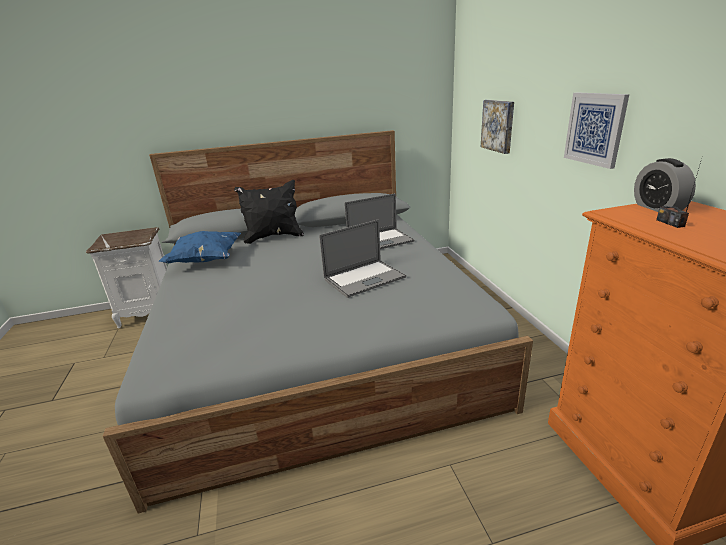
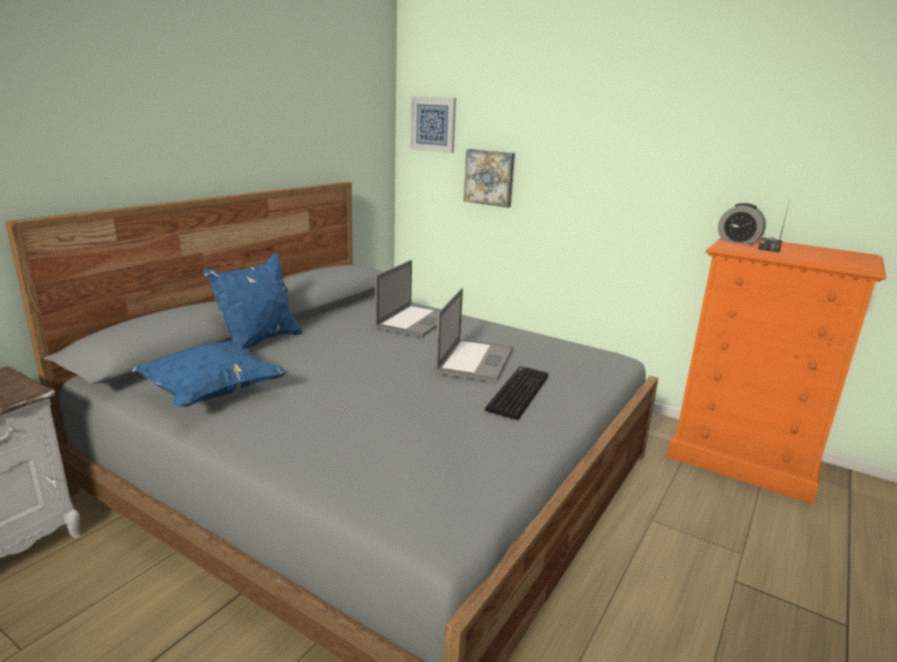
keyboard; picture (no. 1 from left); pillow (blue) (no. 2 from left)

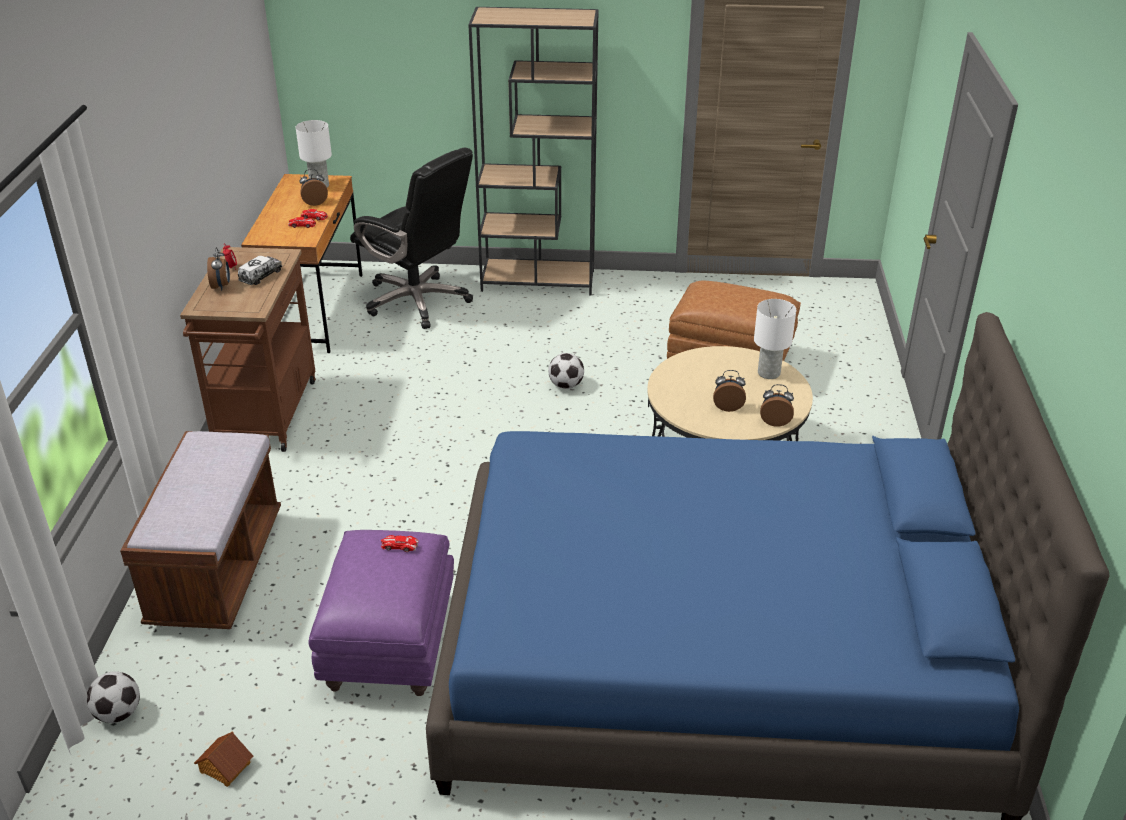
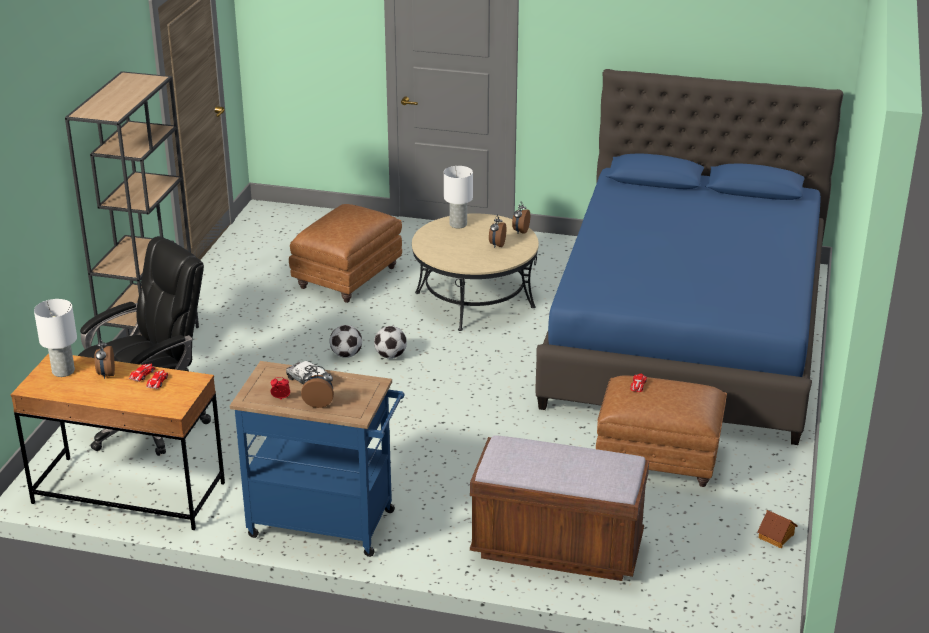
football (no. 2 from left); cart (blue); ottoman (brown) (no. 2 from left)

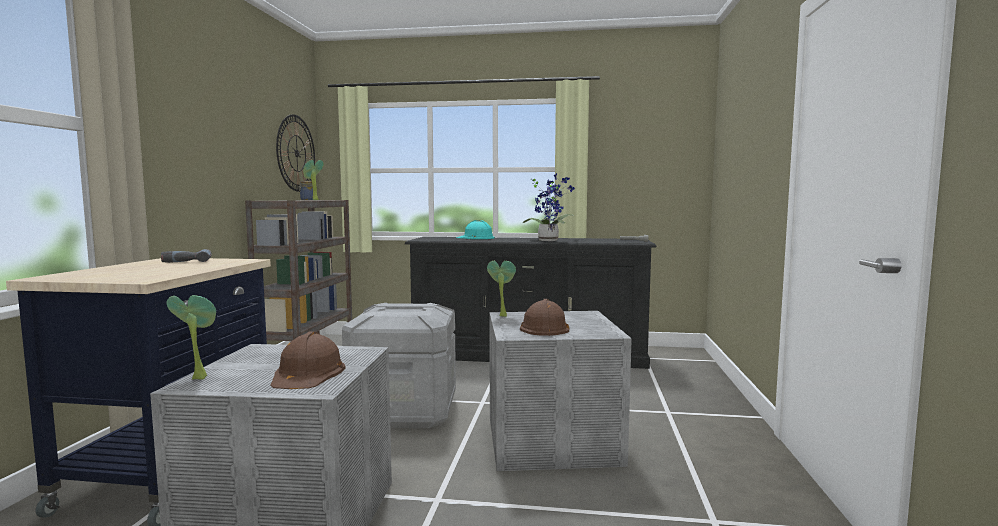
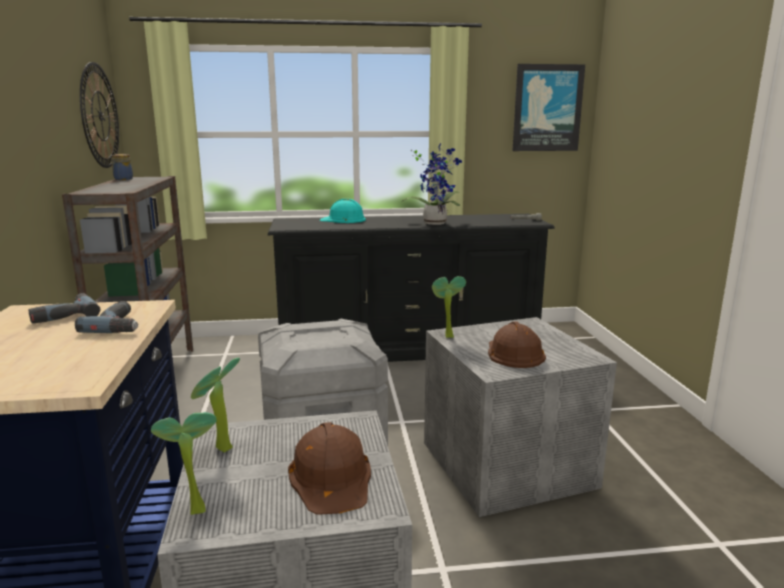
power drill (no. 2 from left); picture; potted plant (no. 2 from left)

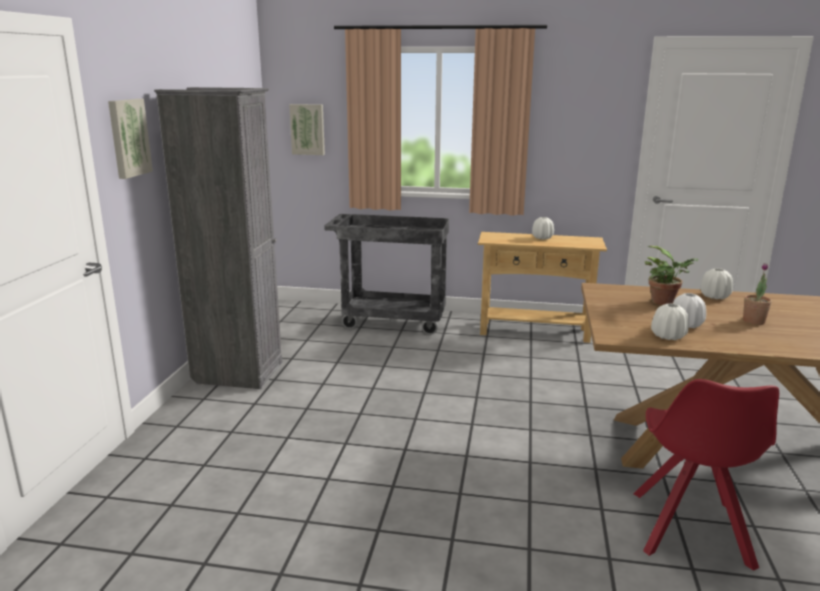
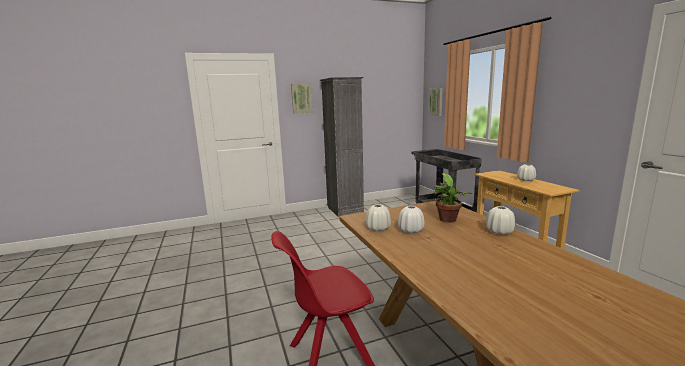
potted plant (no. 2 from left in the first image)

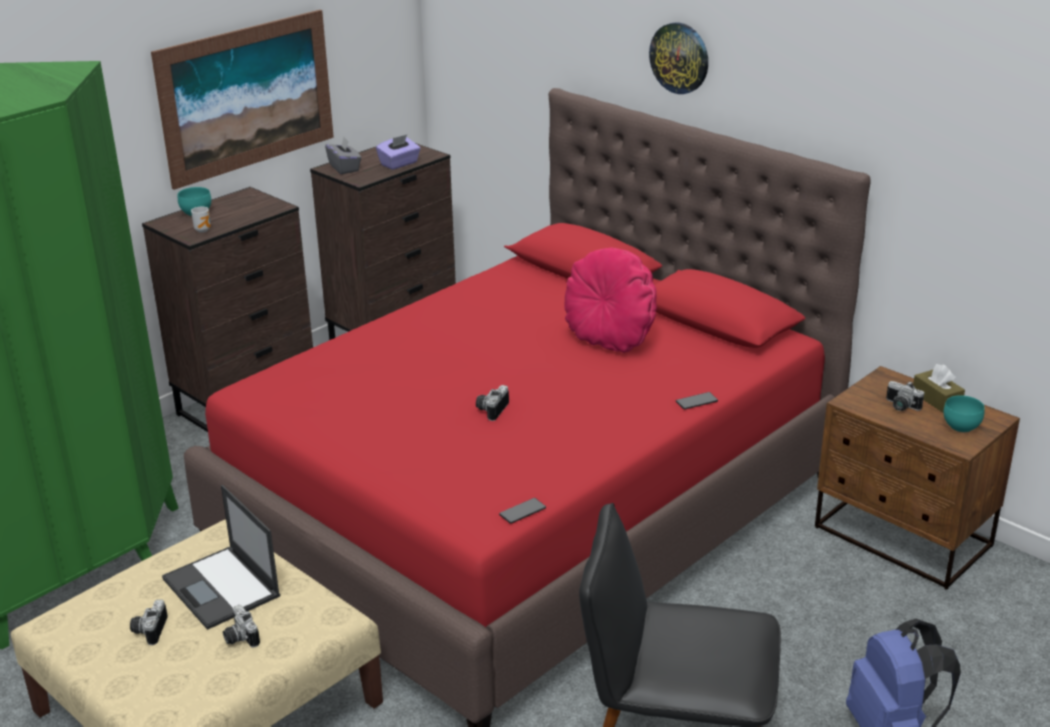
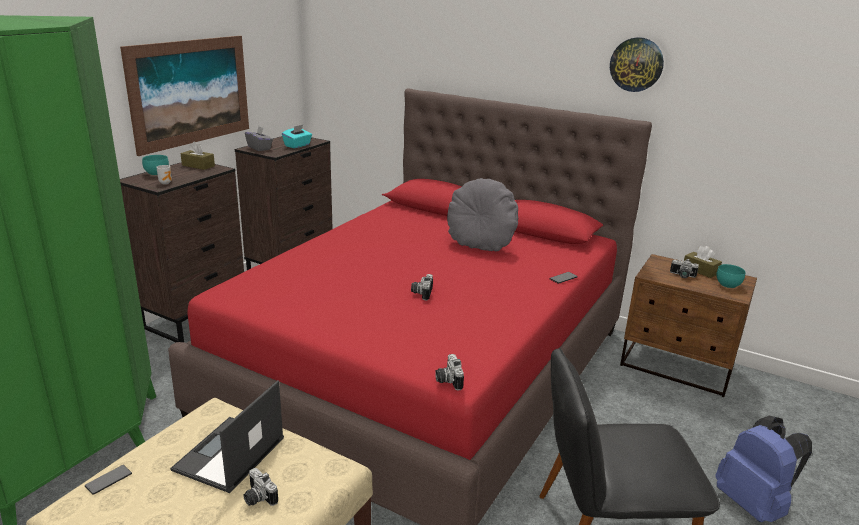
tissue box (brown) (no. 1 from left); photo camera (no. 3 from left); phone (no. 1 from left); wall clock; tissue box (turquoise); pillow (grey); laptop

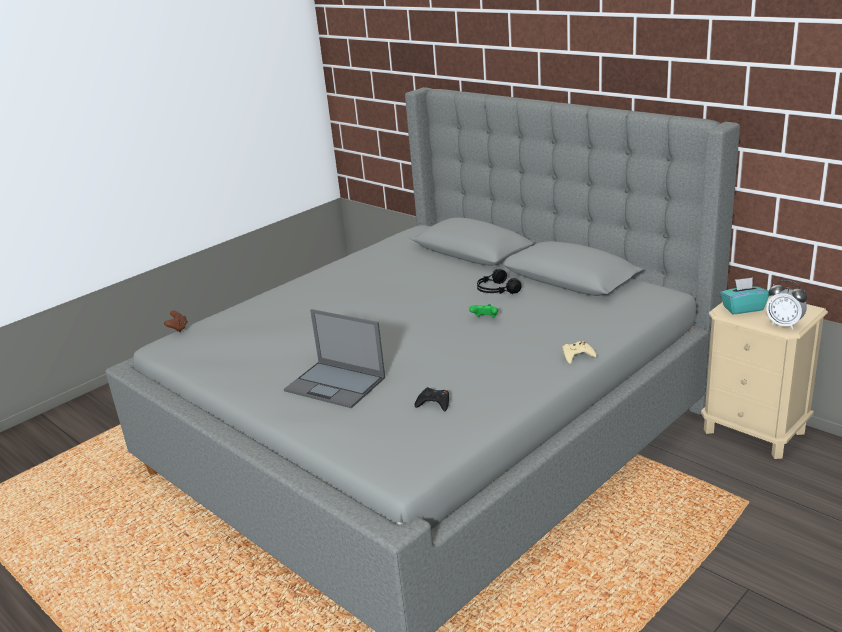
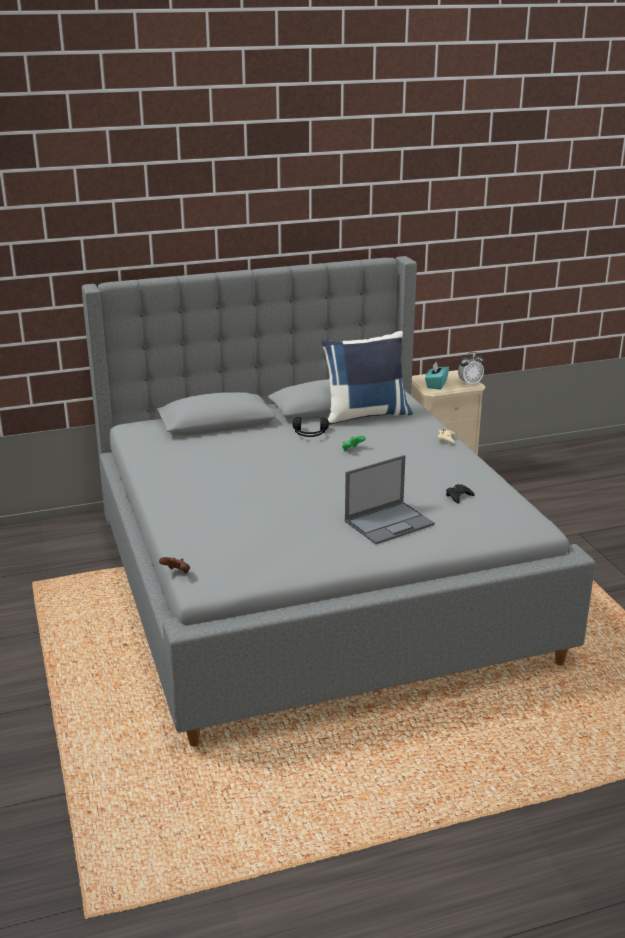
pillow (blue)

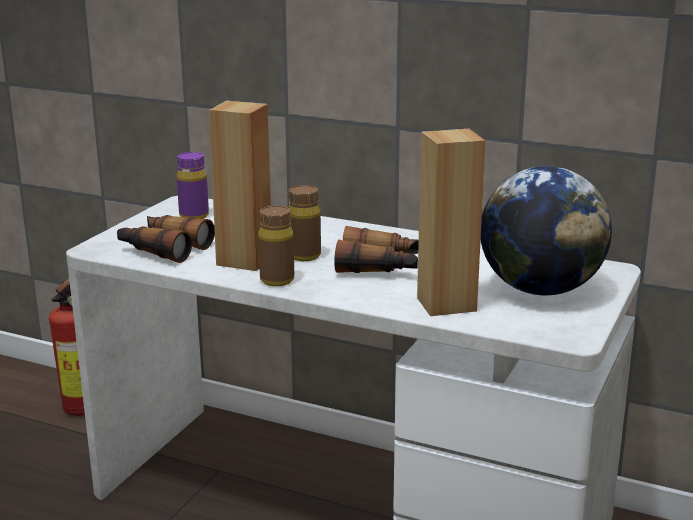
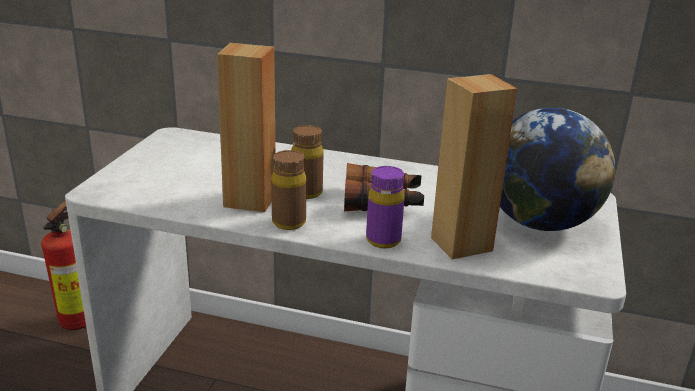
binoculars (no. 1 from left in the first image); bottle (purple)

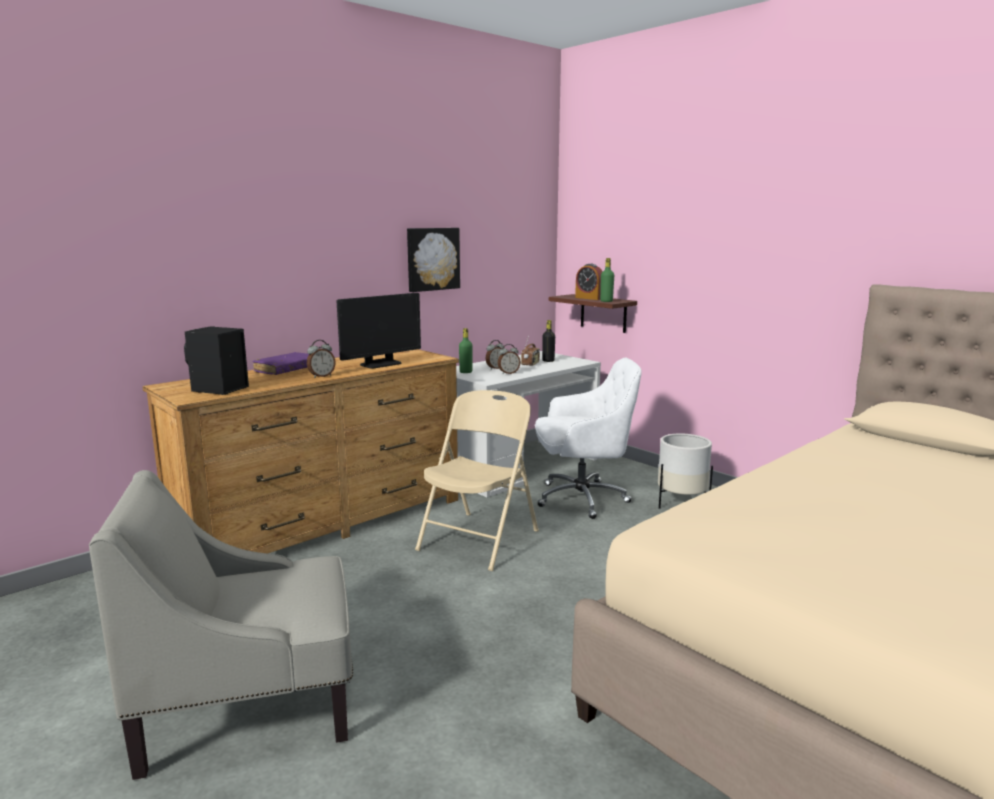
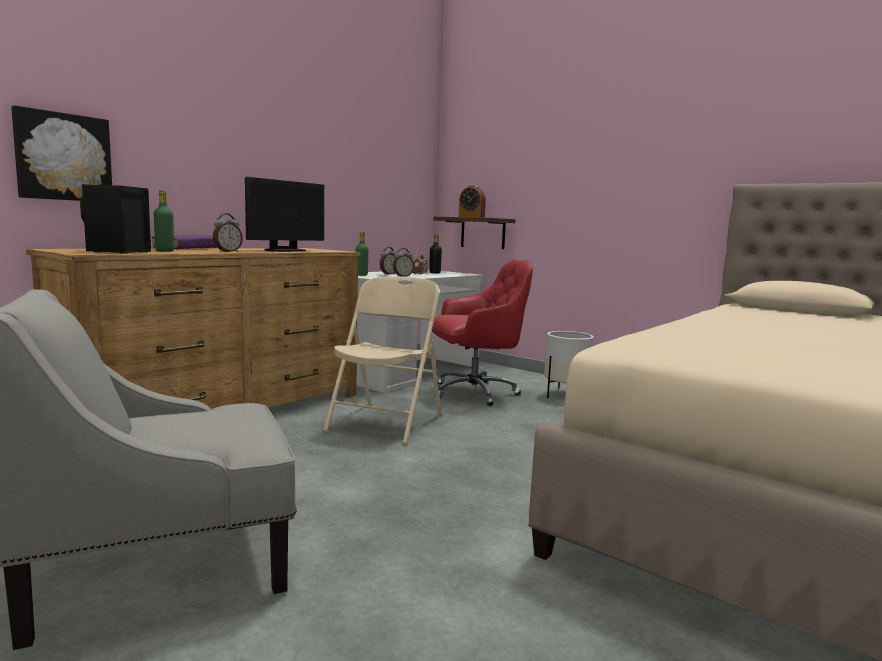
picture; bottle (green) (no. 1 from left); office chair (red)

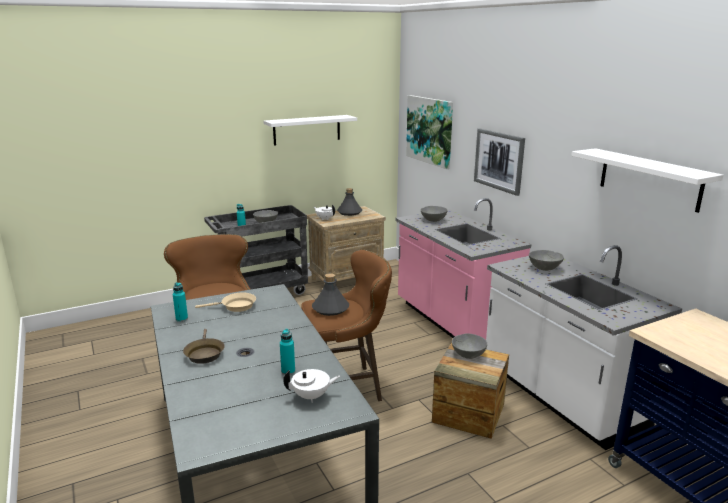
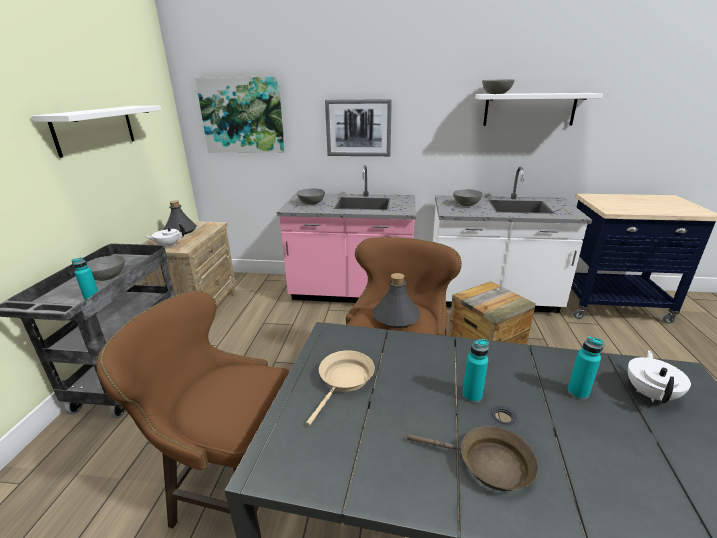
bottle (turquoise) (no. 2 from left); bowl (grey) (no. 4 from left)

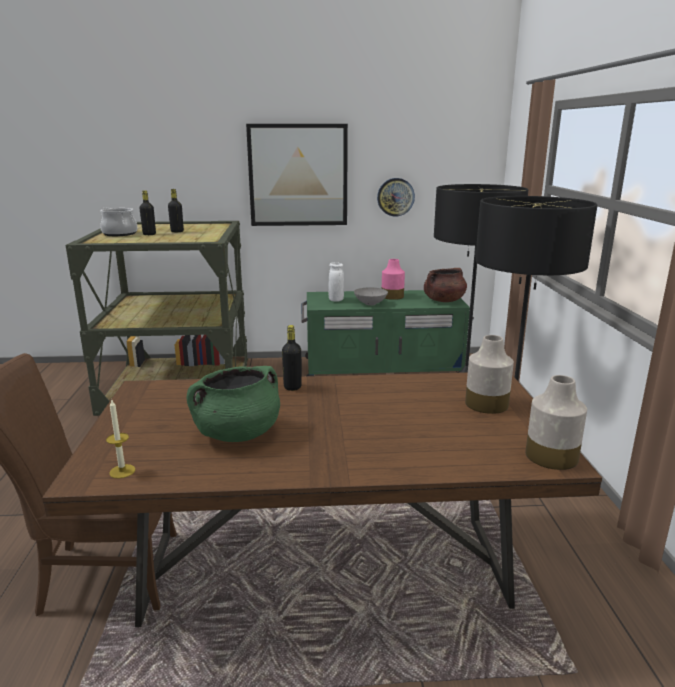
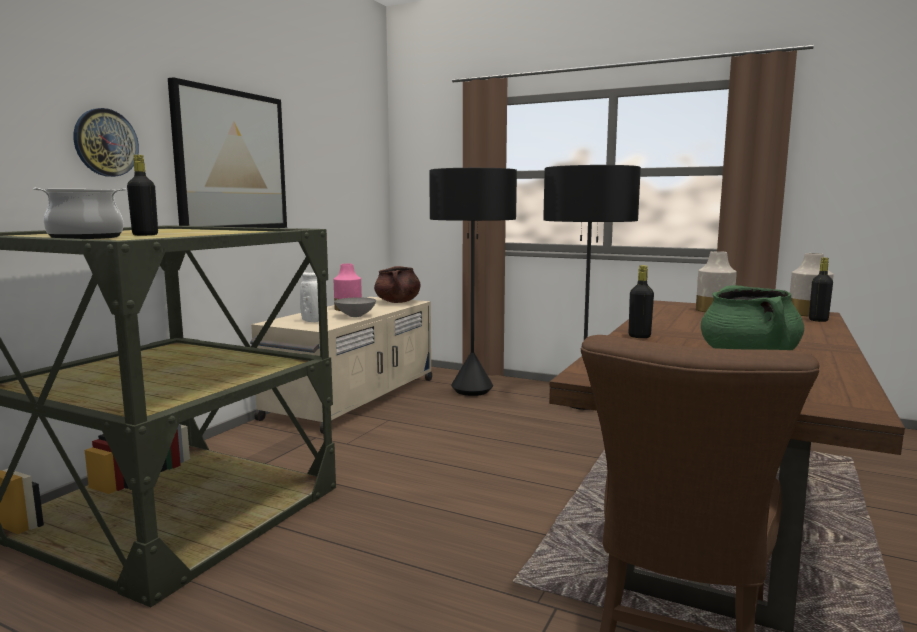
candle; bottle (black) (no. 3 from left); wall clock; cabinet (beige)

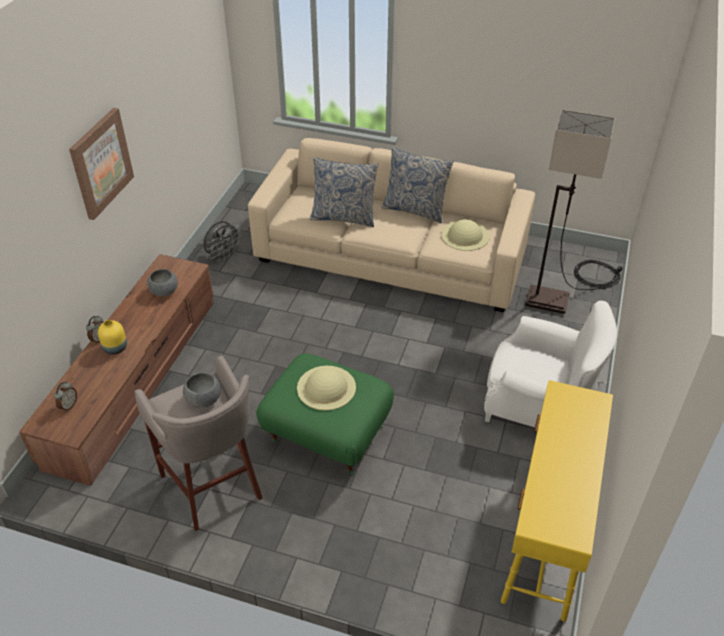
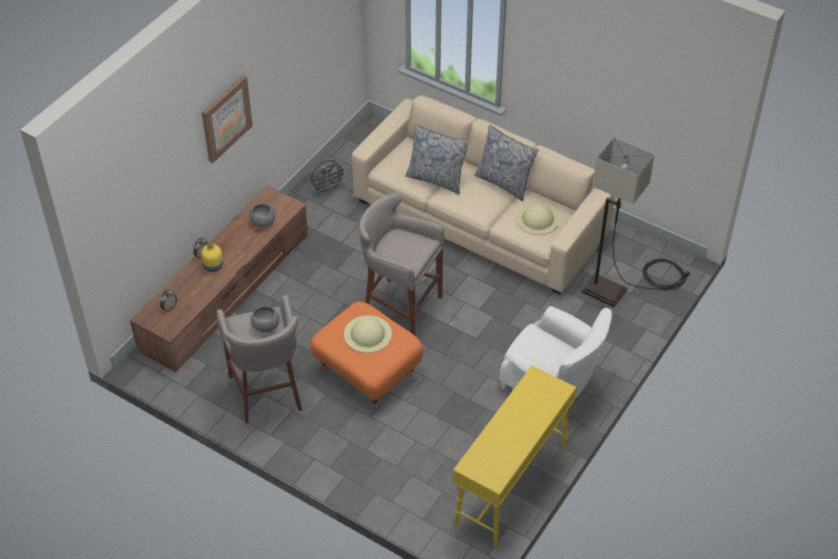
stool (grey) (no. 2 from left); ottoman (orange)

